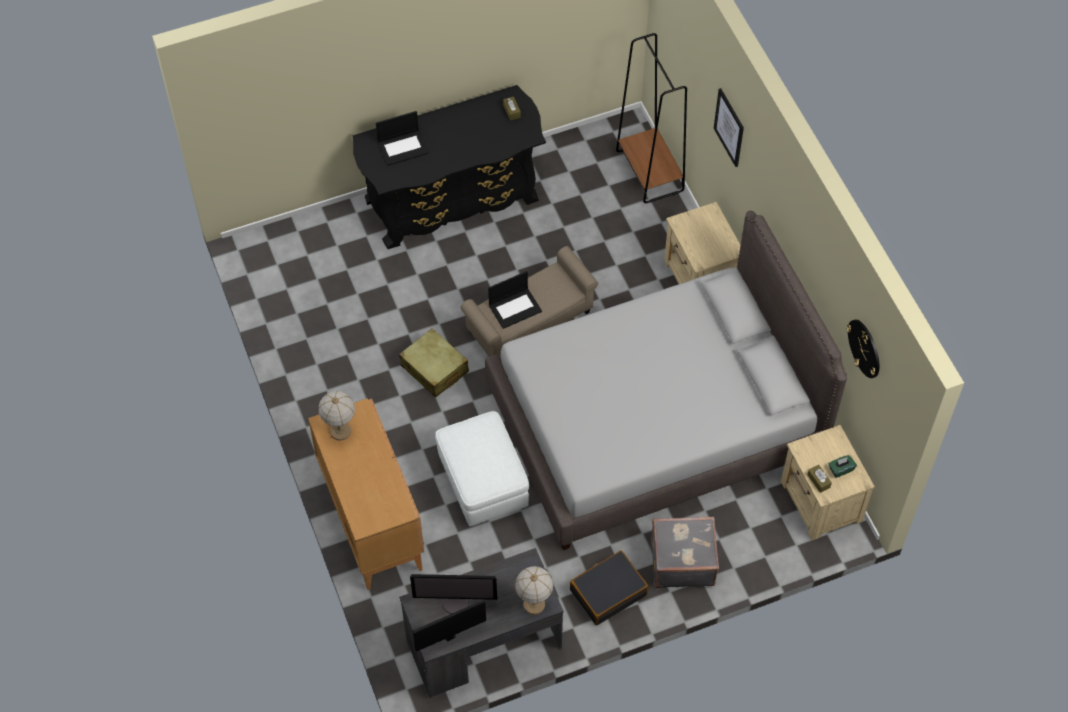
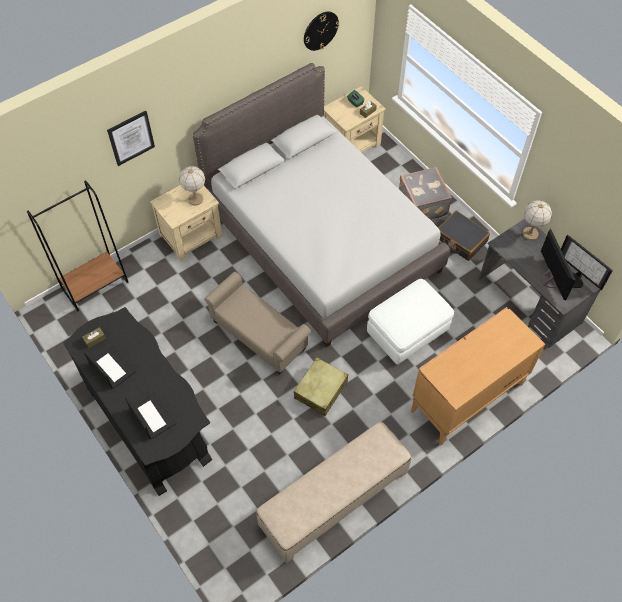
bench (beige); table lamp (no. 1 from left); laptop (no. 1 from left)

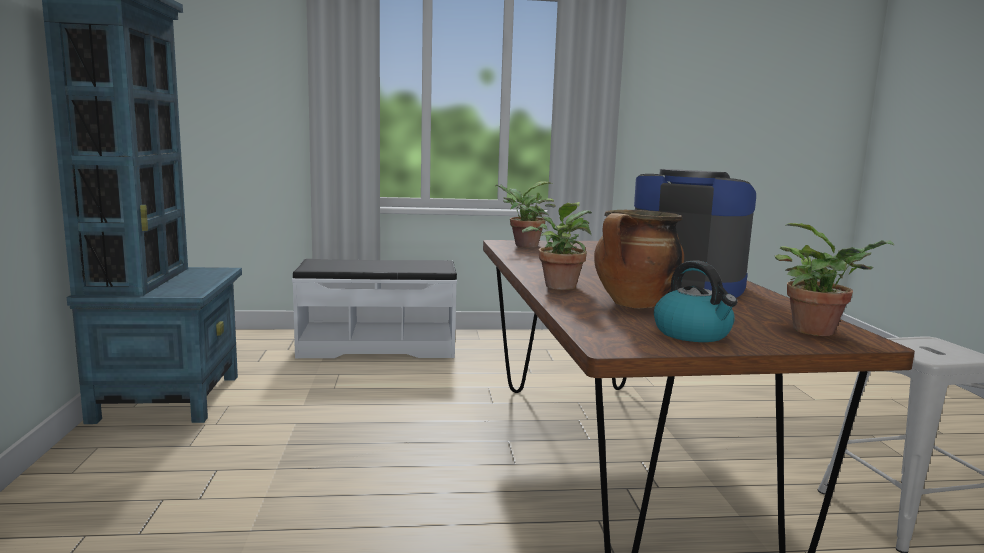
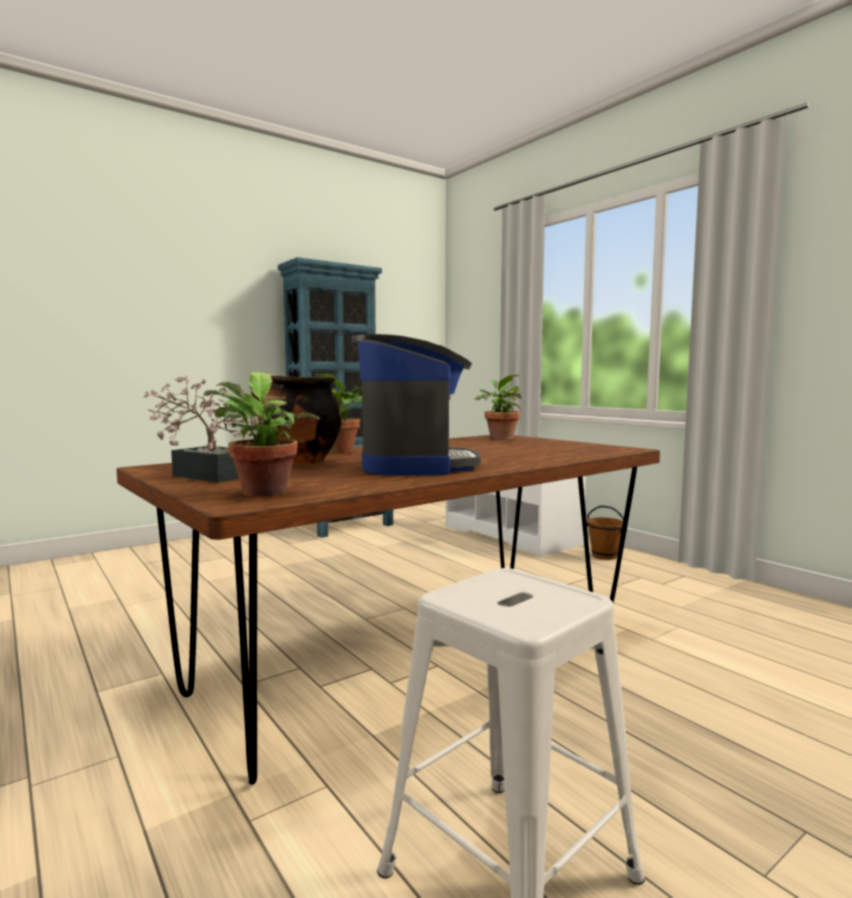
bucket (brown); potted plant (no. 1 from left)

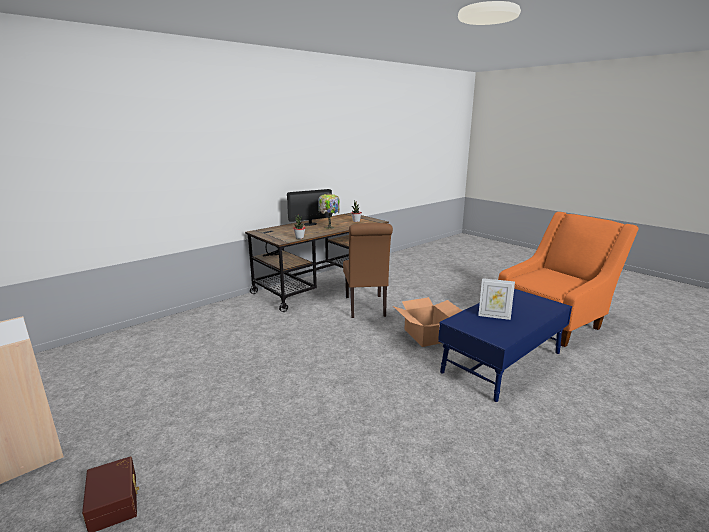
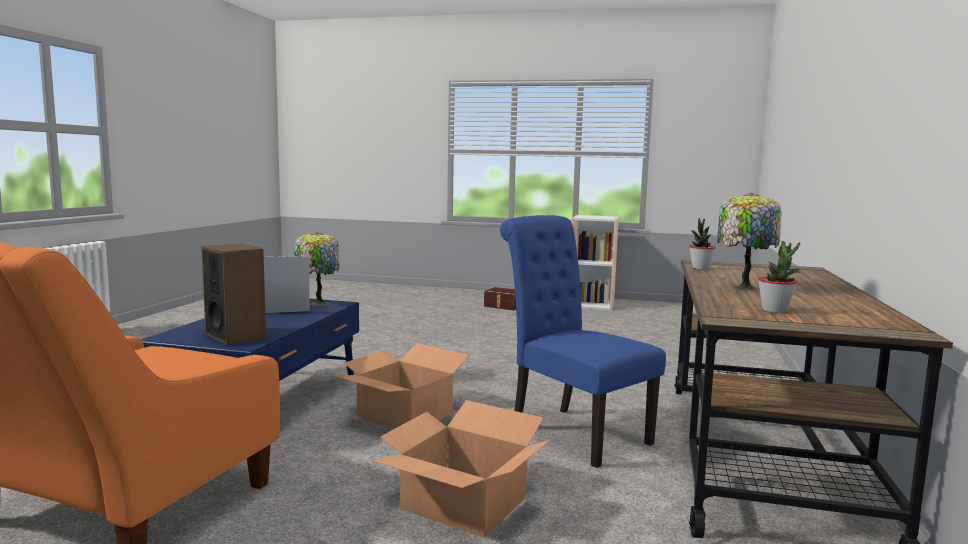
monitor; speaker; table lamp (no. 1 from left); cardboard box (no. 2 from left); chair (blue)

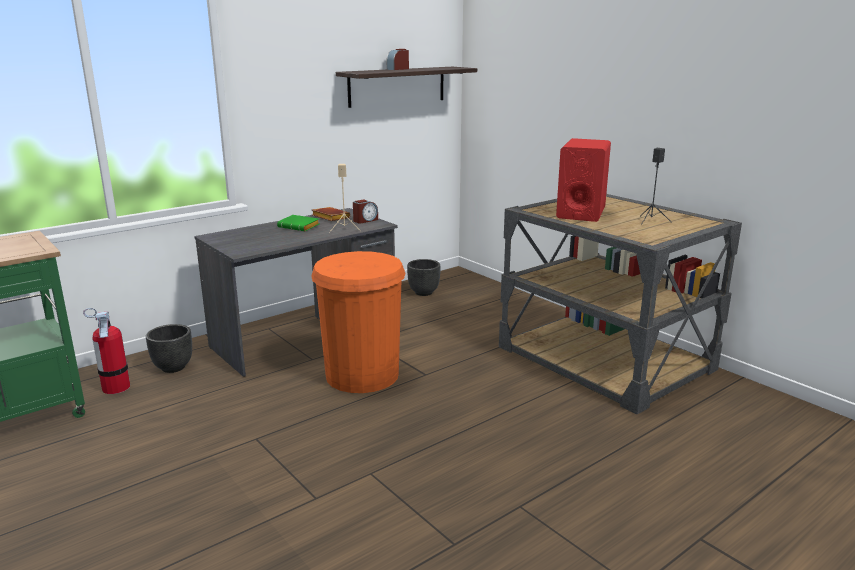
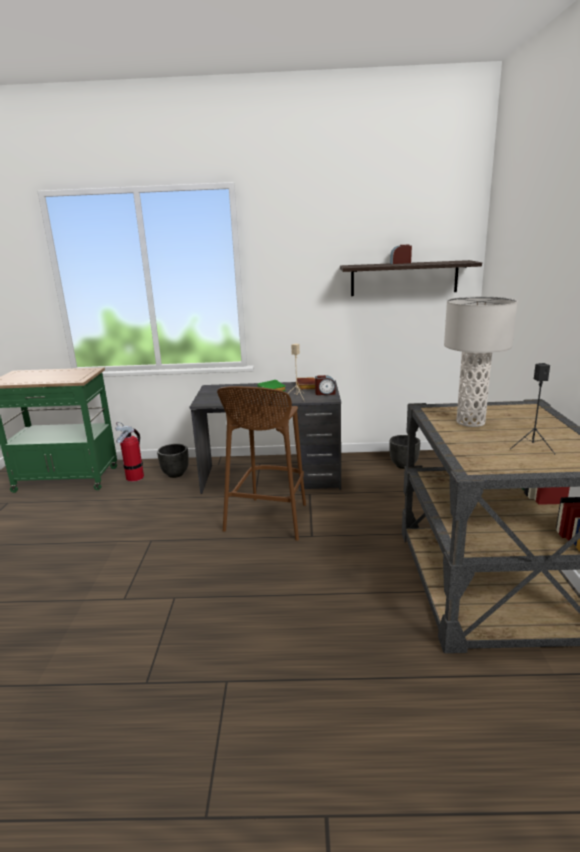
stool (brown); table lamp (white)

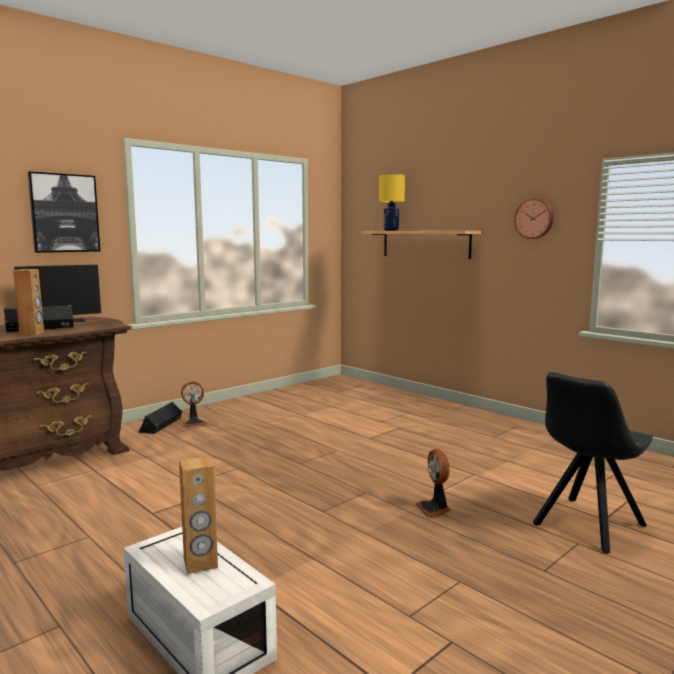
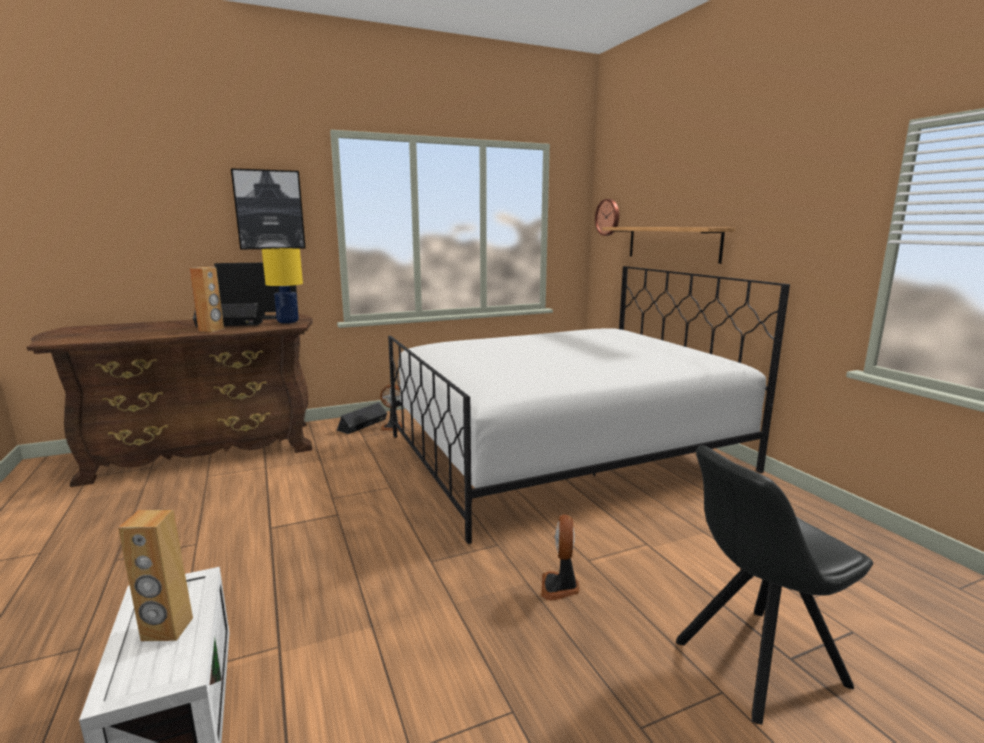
bed (white); table lamp (yellow); wall clock

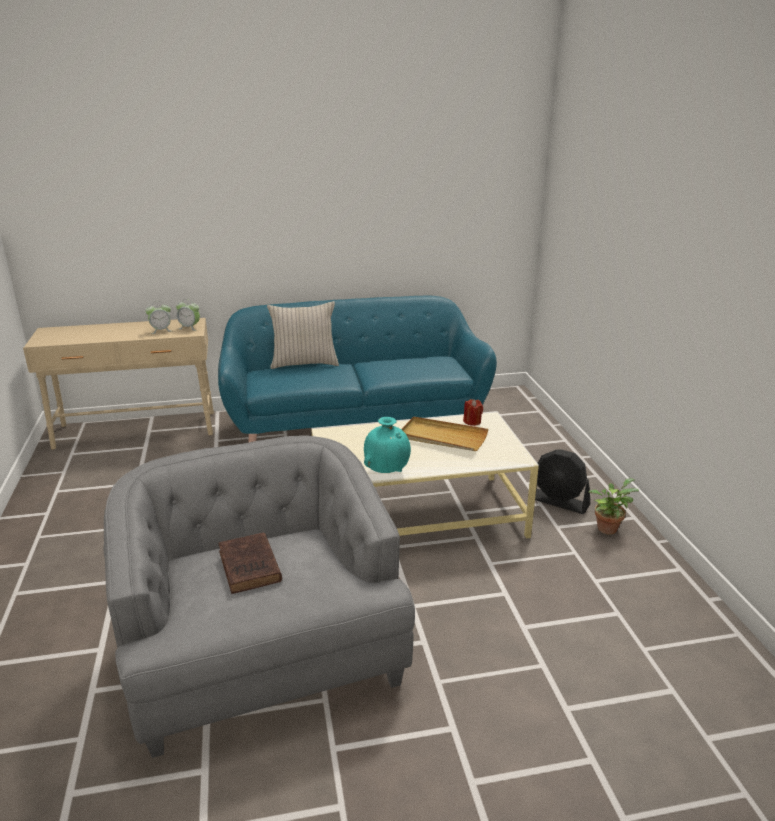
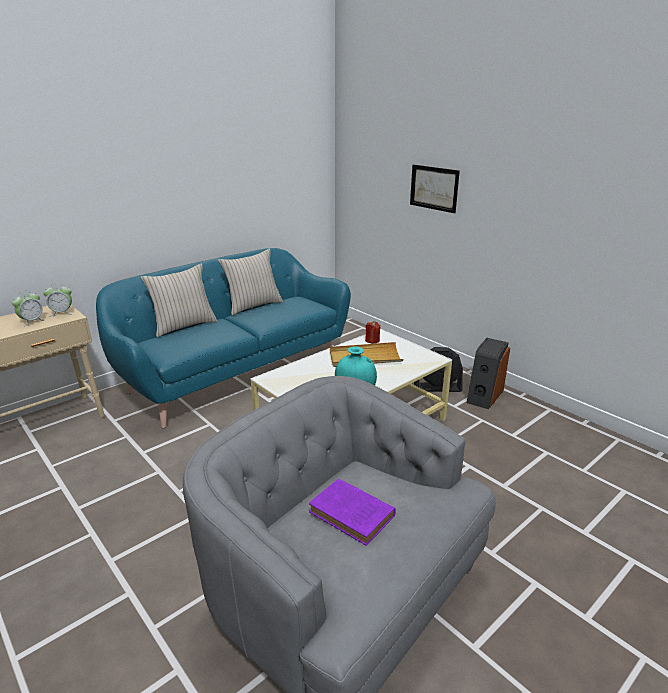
pillow (beige) (no. 2 from left); picture; speaker; book (purple)

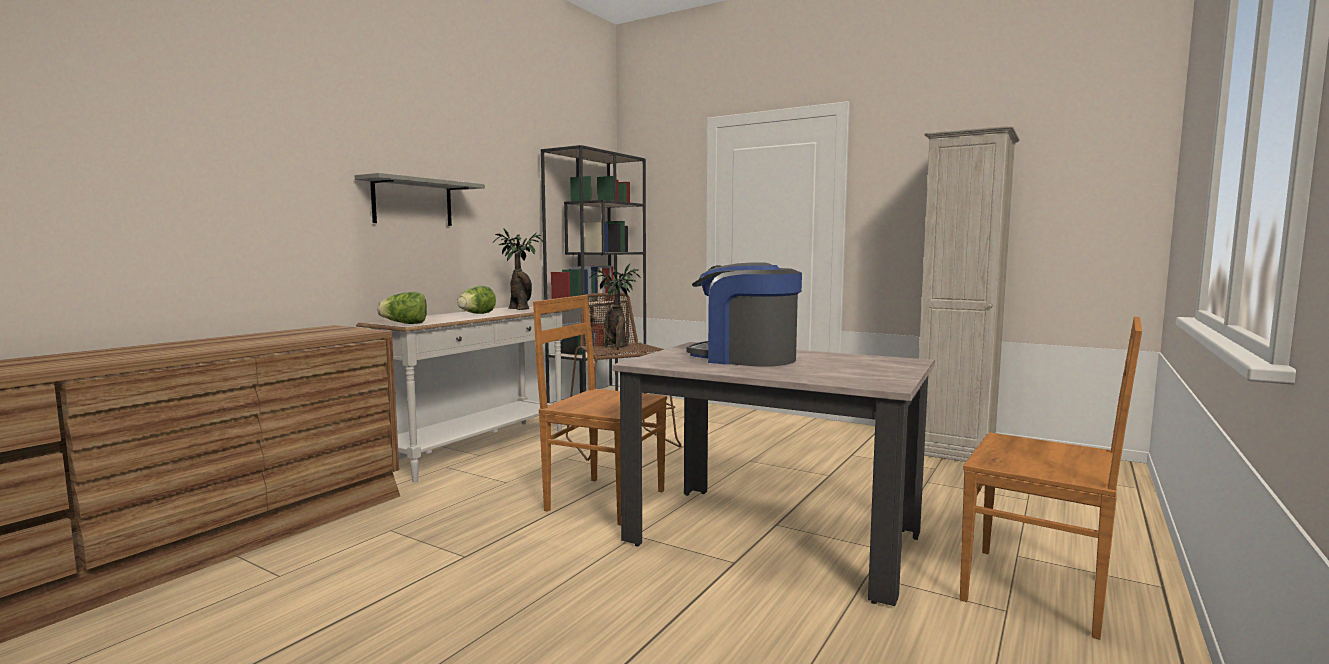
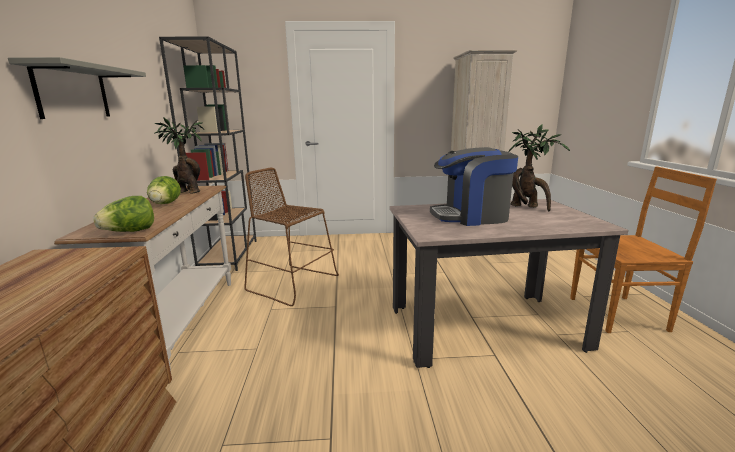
chair (brown) (no. 1 from left in the first image); potted plant (no. 2 from left)

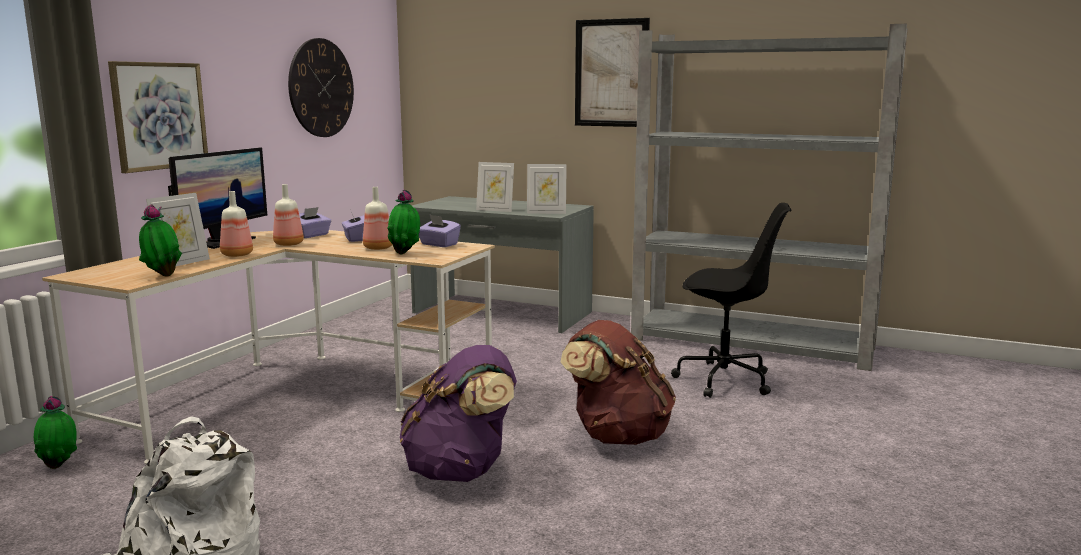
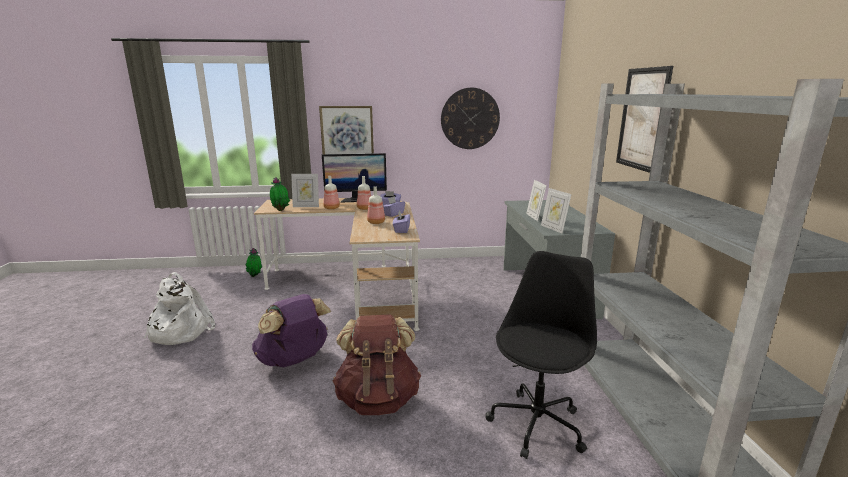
potted plant (no. 3 from left in the first image); office chair (black)

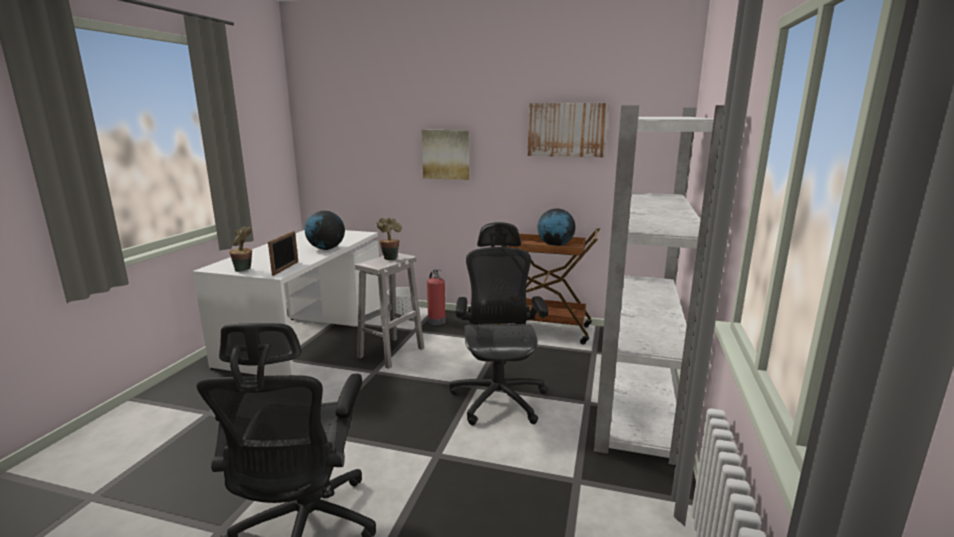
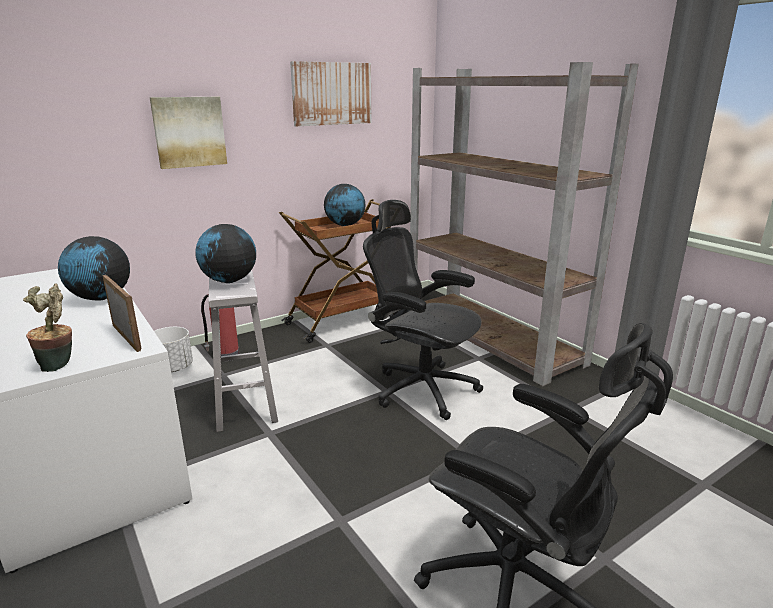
globe (no. 2 from left); bookcase (brown)

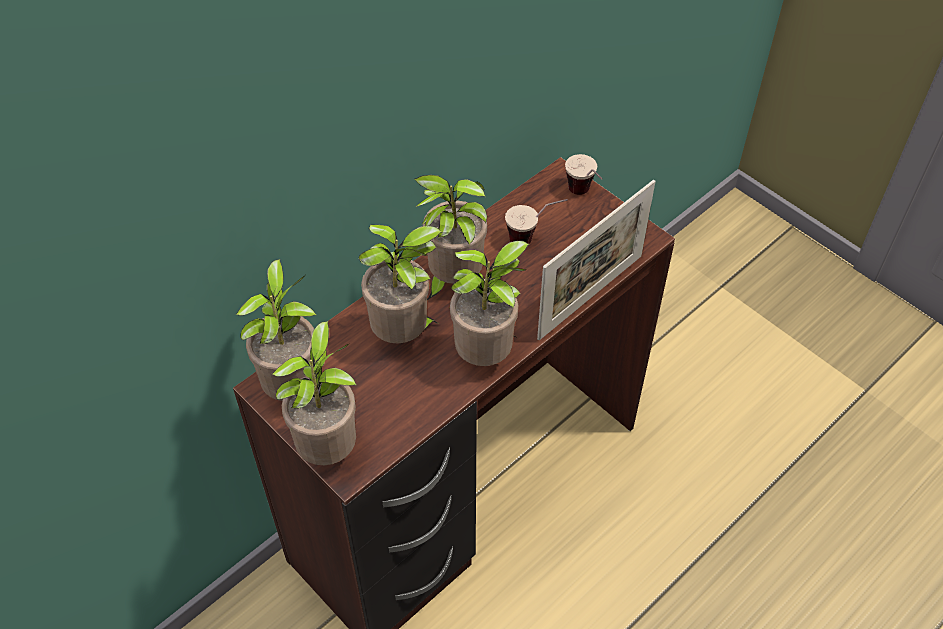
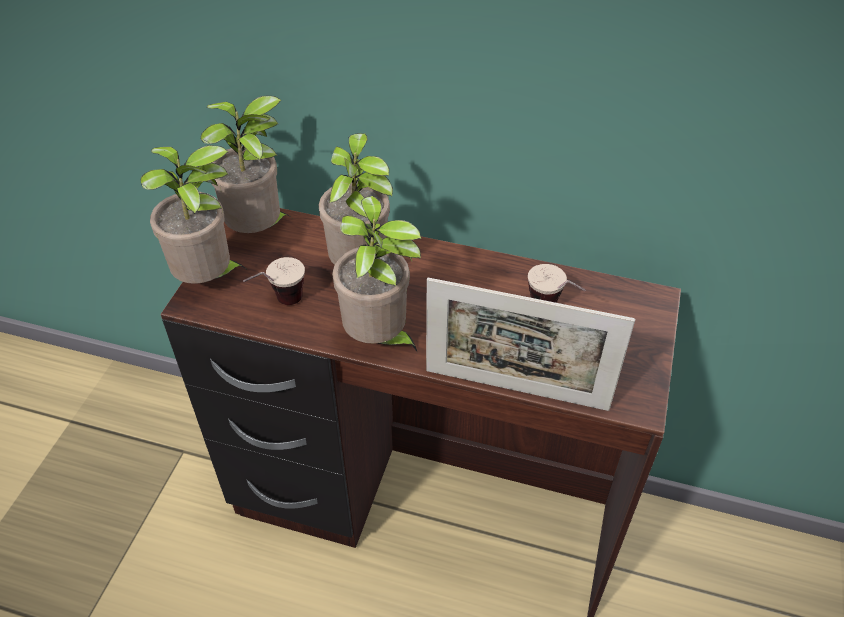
potted plant (no. 4 from left in the first image); cup (no. 1 from left)

